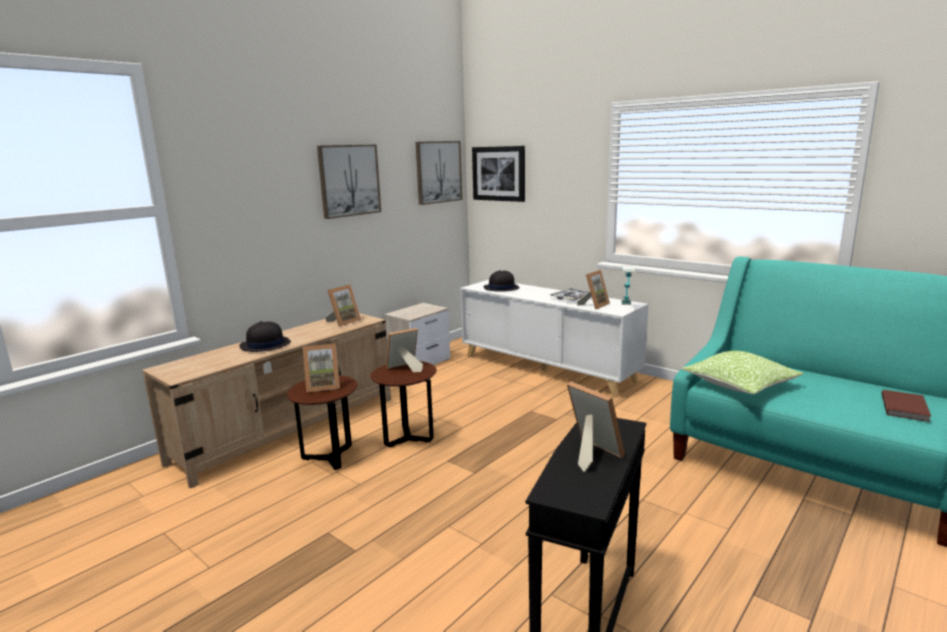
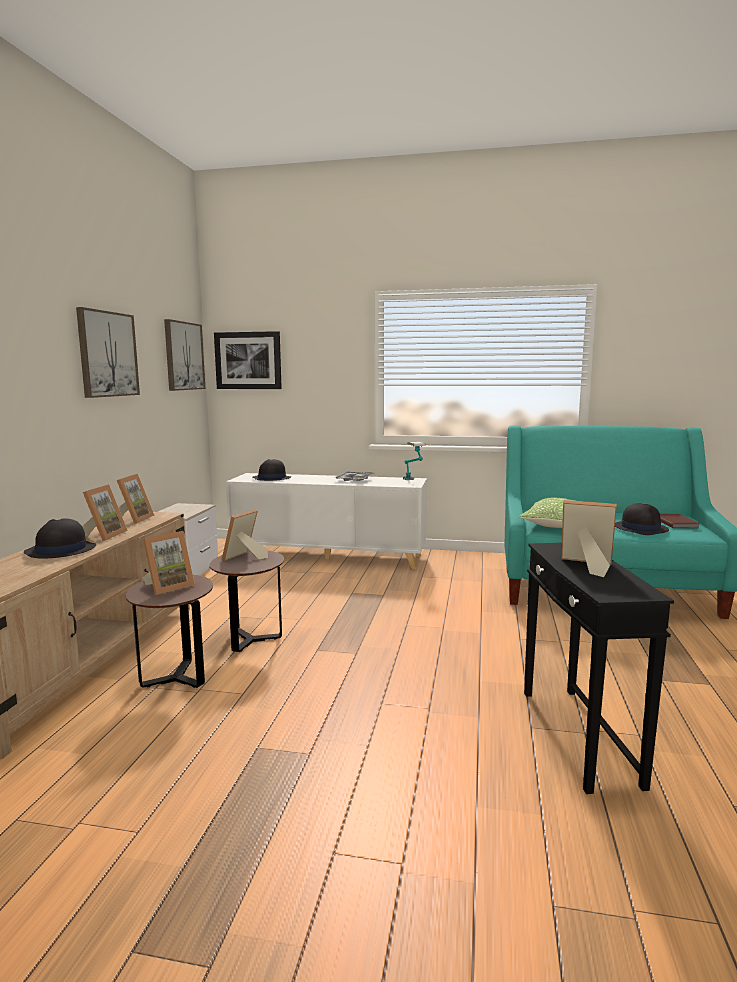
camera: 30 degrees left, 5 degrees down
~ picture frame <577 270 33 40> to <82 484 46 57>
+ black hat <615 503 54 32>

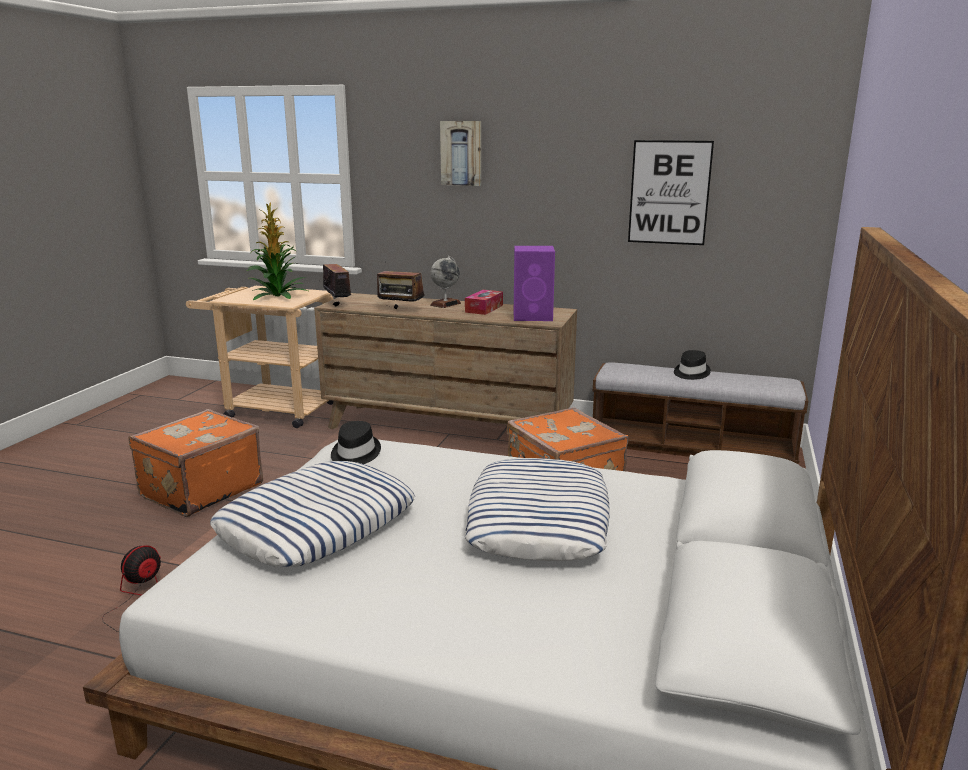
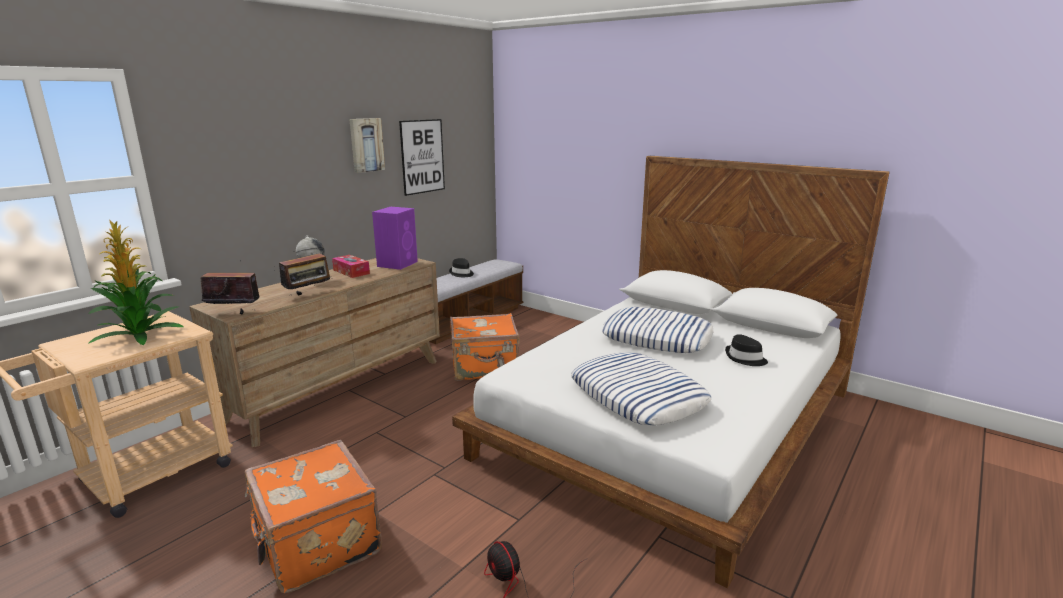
camera: 70 degrees left, 0 degrees up
~ picture <440 121 41 65> to <349 118 36 55>
~ black hat <331 421 50 43> to <725 334 43 32>

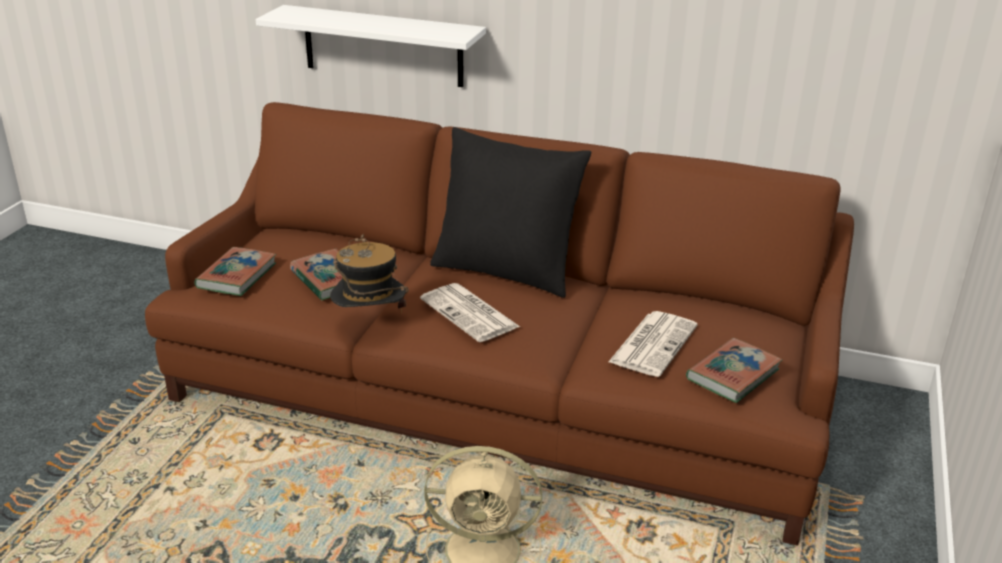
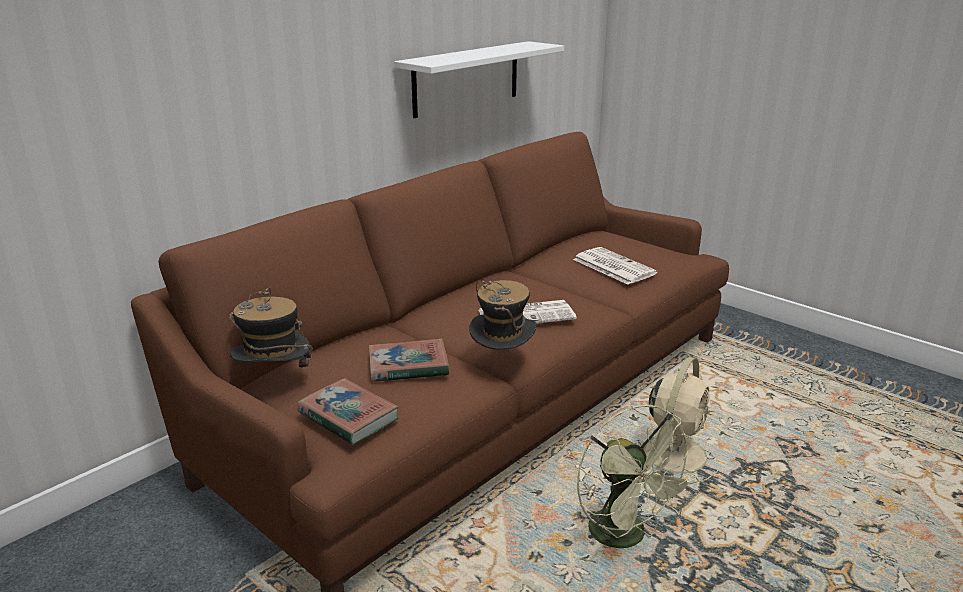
camera: 65 degrees left, 5 degrees down
~ white shelf <256 5 230 82> to <394 41 170 77>
- black pillow <430 127 161 171>
- book <686 338 96 65>
+ hat <229 287 84 85>
+ green fan <577 405 123 155>

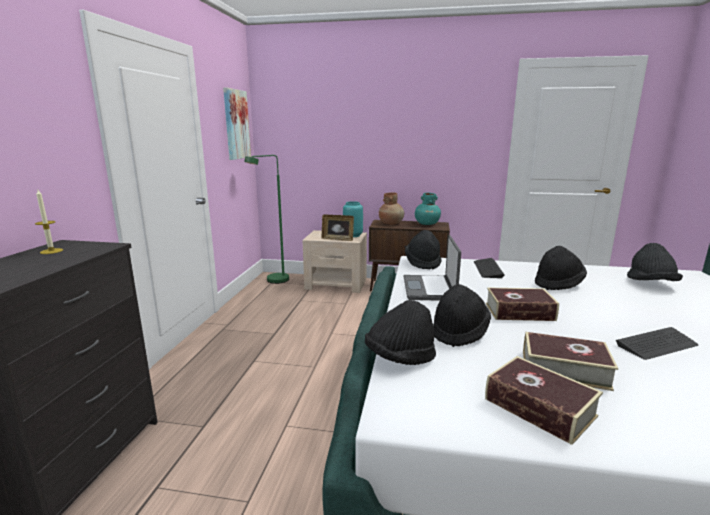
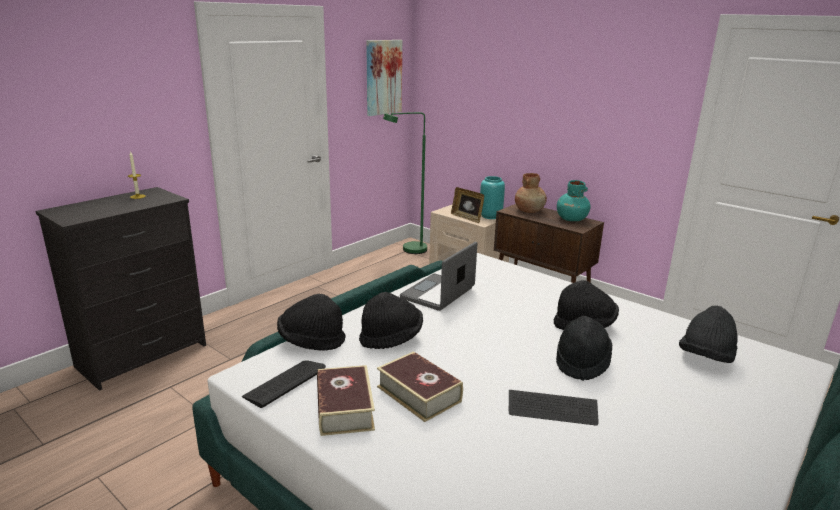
camera: 30 degrees right, 5 degrees up
~ black hat <405 230 37 40> to <556 316 56 65>
~ keyboard <474 258 30 20> to <242 361 84 47>
- book <486 287 73 34>

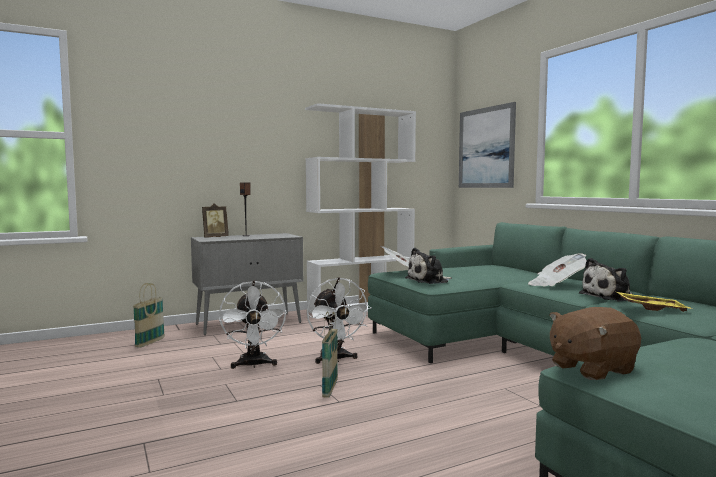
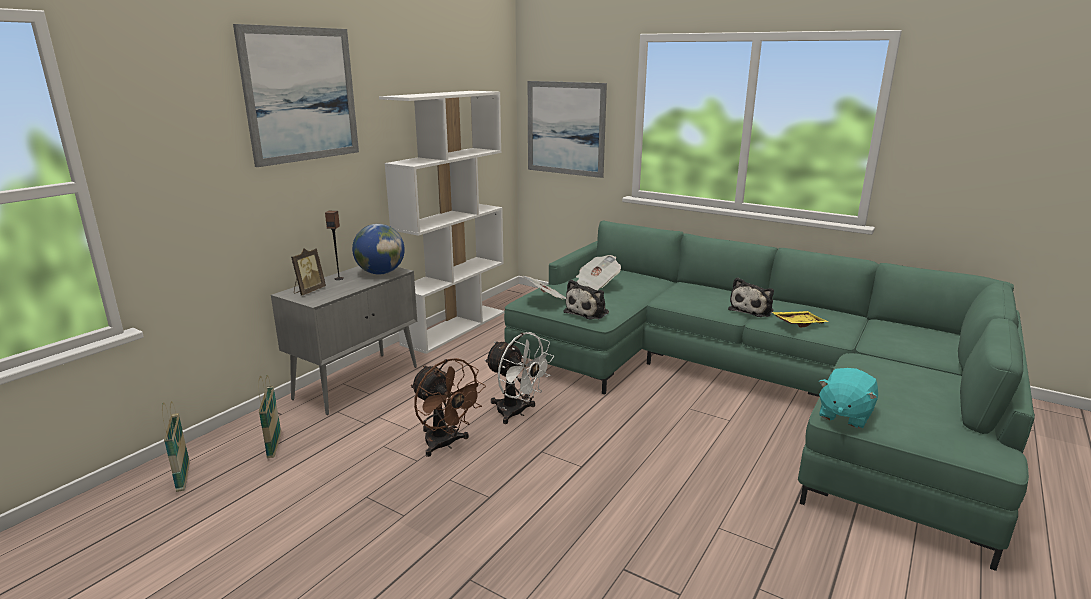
camera: 30 degrees left, 15 degrees up
~ newspaper <528 253 59 33> to <576 255 45 35>
~ white fan <219 281 68 88> to brown fan <411 358 75 99>
~ brown plush toy <549 307 92 73> to turquoise plush toy <818 368 60 60>
~ basket <322 311 16 87> to <162 401 27 91>
+ picture <233 24 126 143>
+ globe <352 224 53 50>

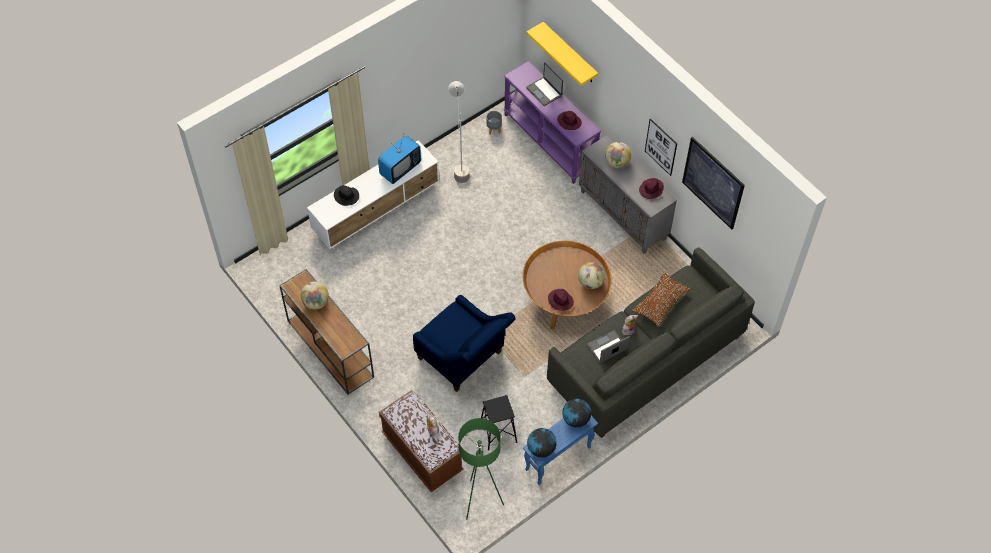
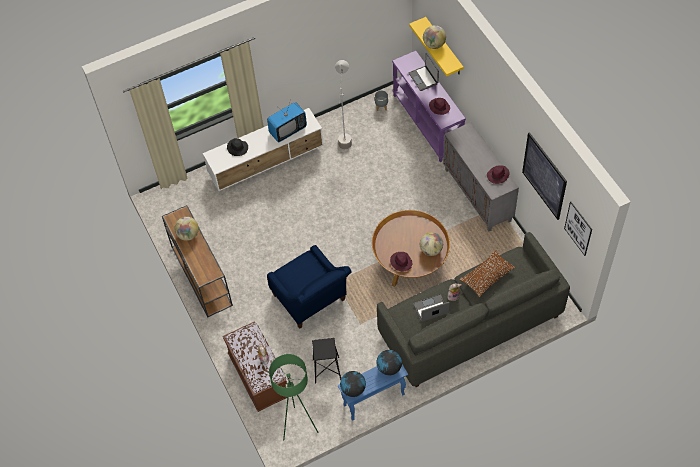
camera: 15 degrees right, 0 degrees up
~ picture <645 118 32 58> to <564 201 28 55>
~ globe <605 142 26 26> to <423 25 23 24>

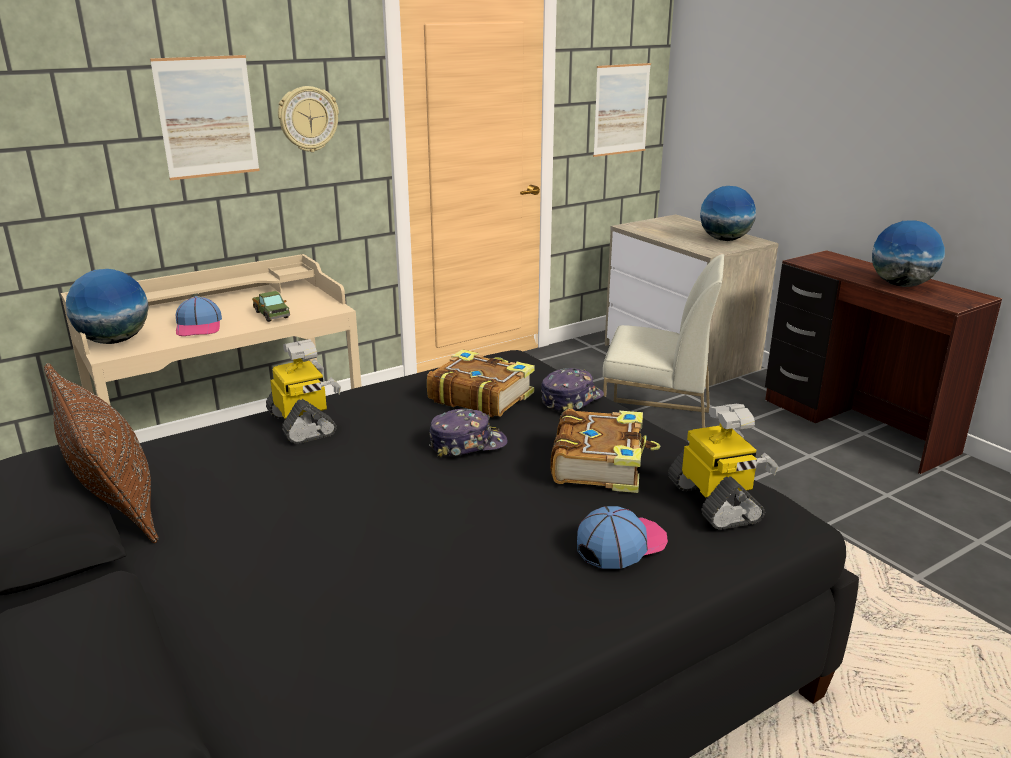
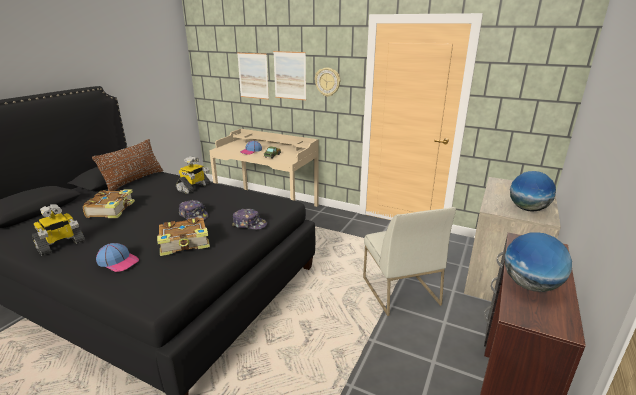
camera: 60 degrees right, 0 degrees up
~ picture <593 63 58 94> to <237 52 32 48>
- globe <66 269 83 75>
~ book <427 349 108 68> to <83 189 52 29>
~ toy robot <668 404 110 126> to <32 204 53 52>

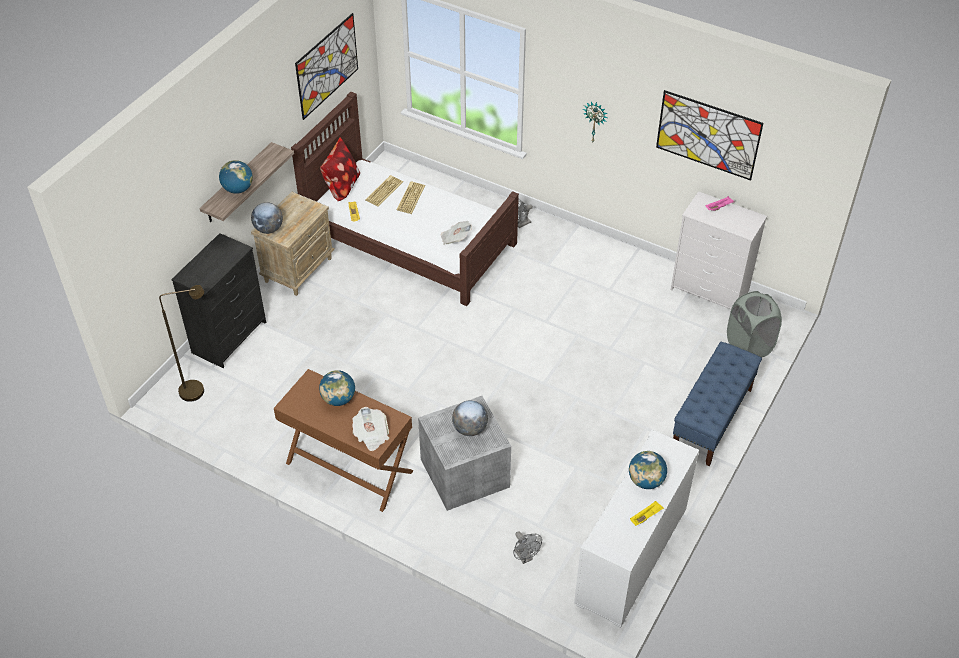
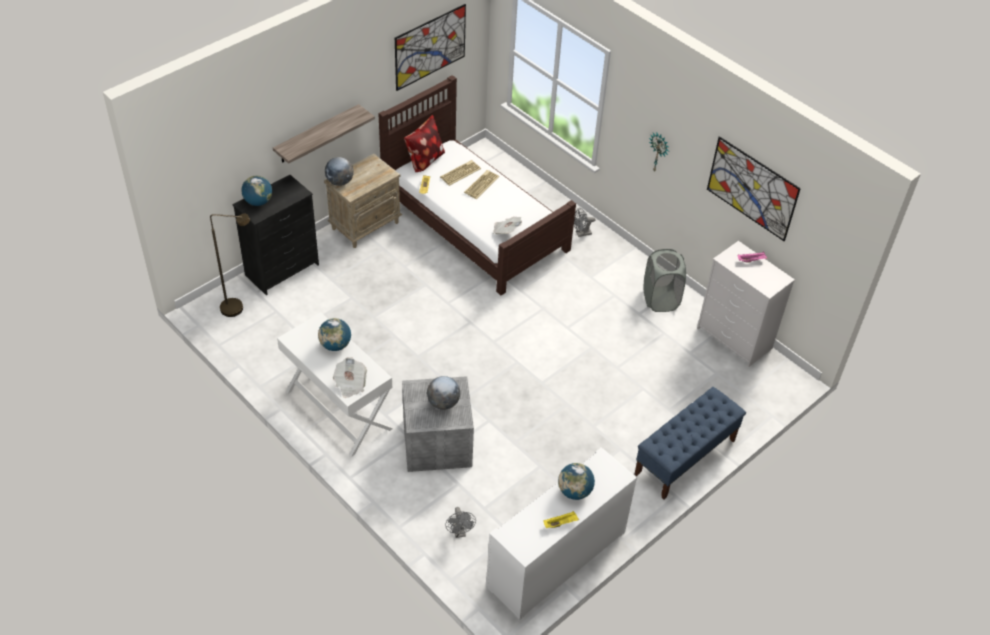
camera: 15 degrees right, 0 degrees up
~ globe <219 160 34 34> to <241 176 31 30>
~ grey laundry basket <727 291 55 67> to <643 249 43 63>
~ brown console table <274 369 139 143> to white console table <277 312 116 145>

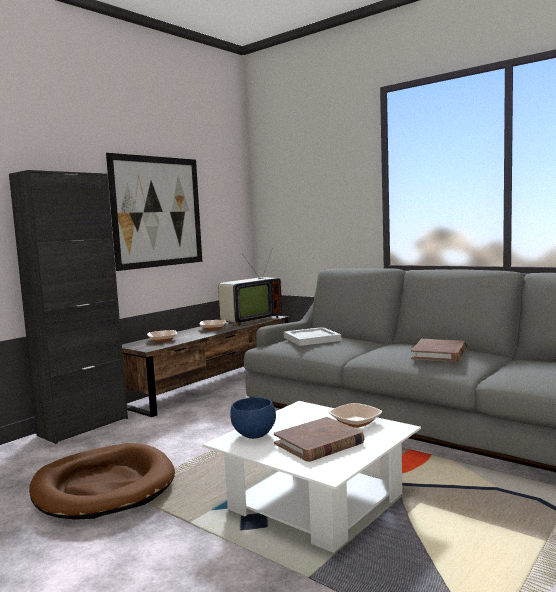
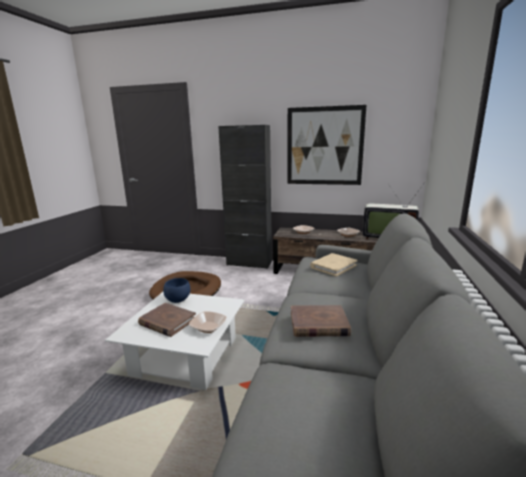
camera: 65 degrees right, 10 degrees up
~ white tray <284 327 57 19> to beige book <310 253 47 24>

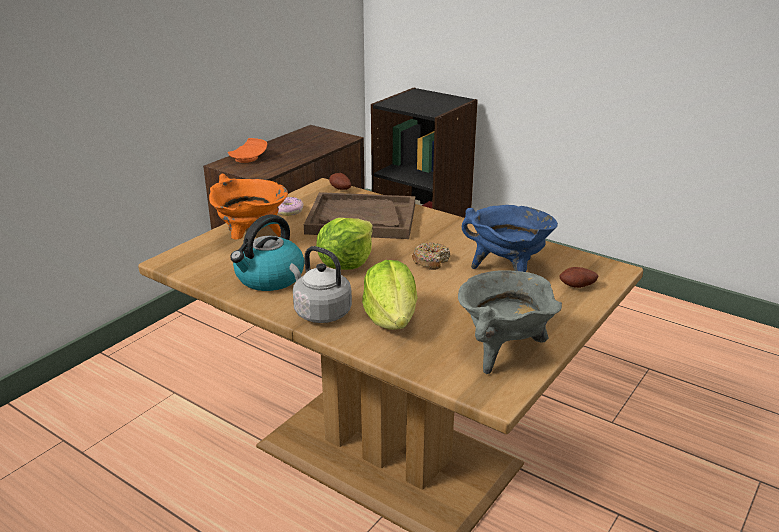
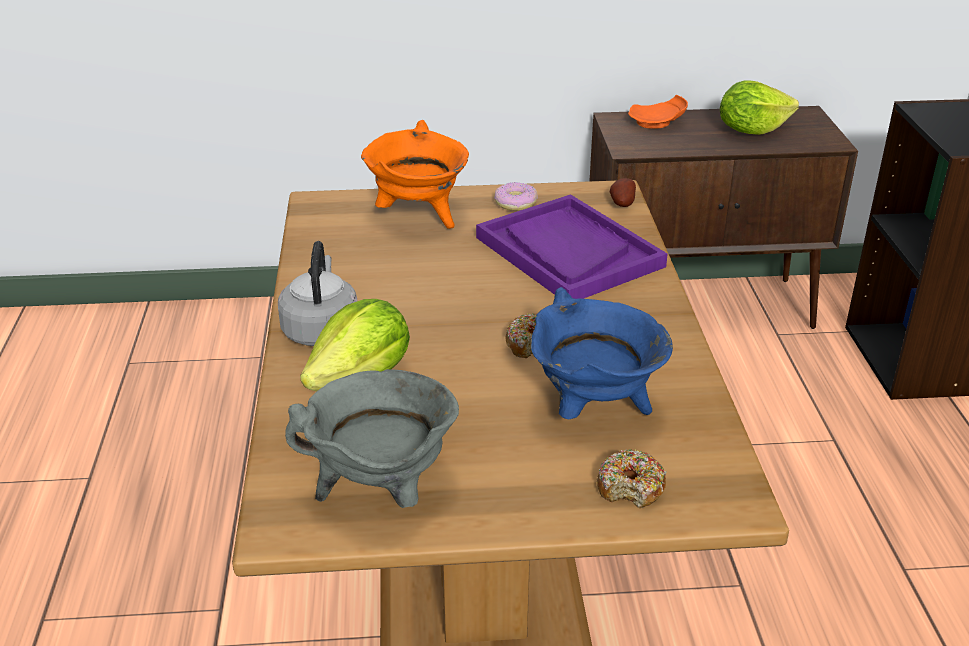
camera: 50 degrees right, 5 degrees up
~ brown tray <304 192 111 47> to purple tray <476 194 192 105>
- kettle <230 214 75 77>
~ lettuce <316 218 57 52> to <720 80 79 55>
~ potato <559 267 39 21> to donut <597 449 69 59>

